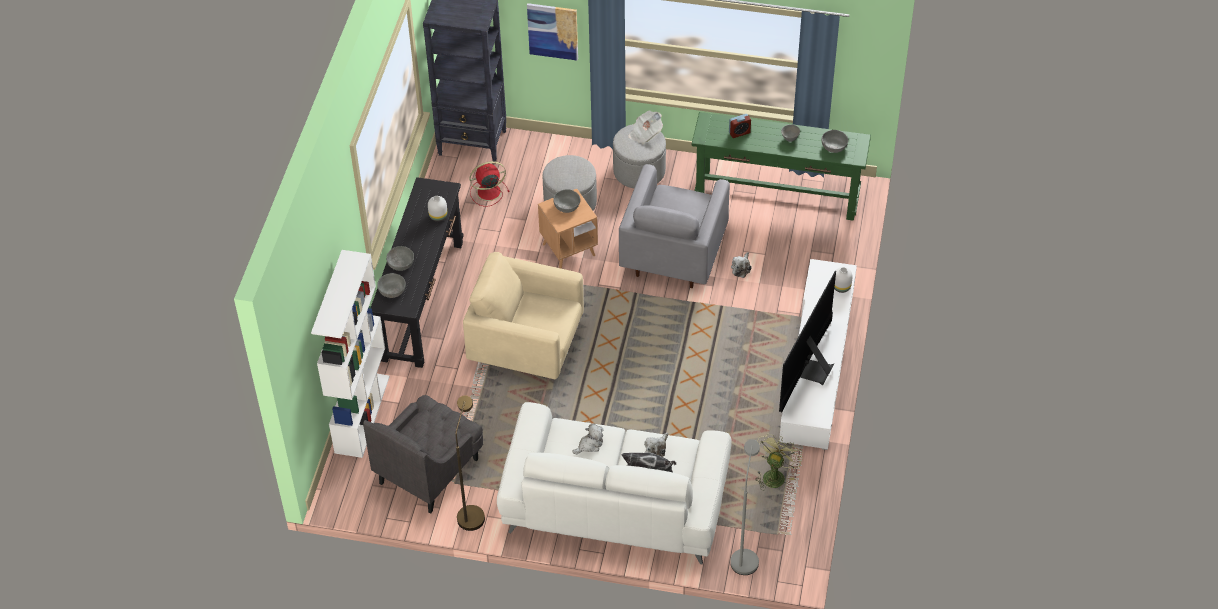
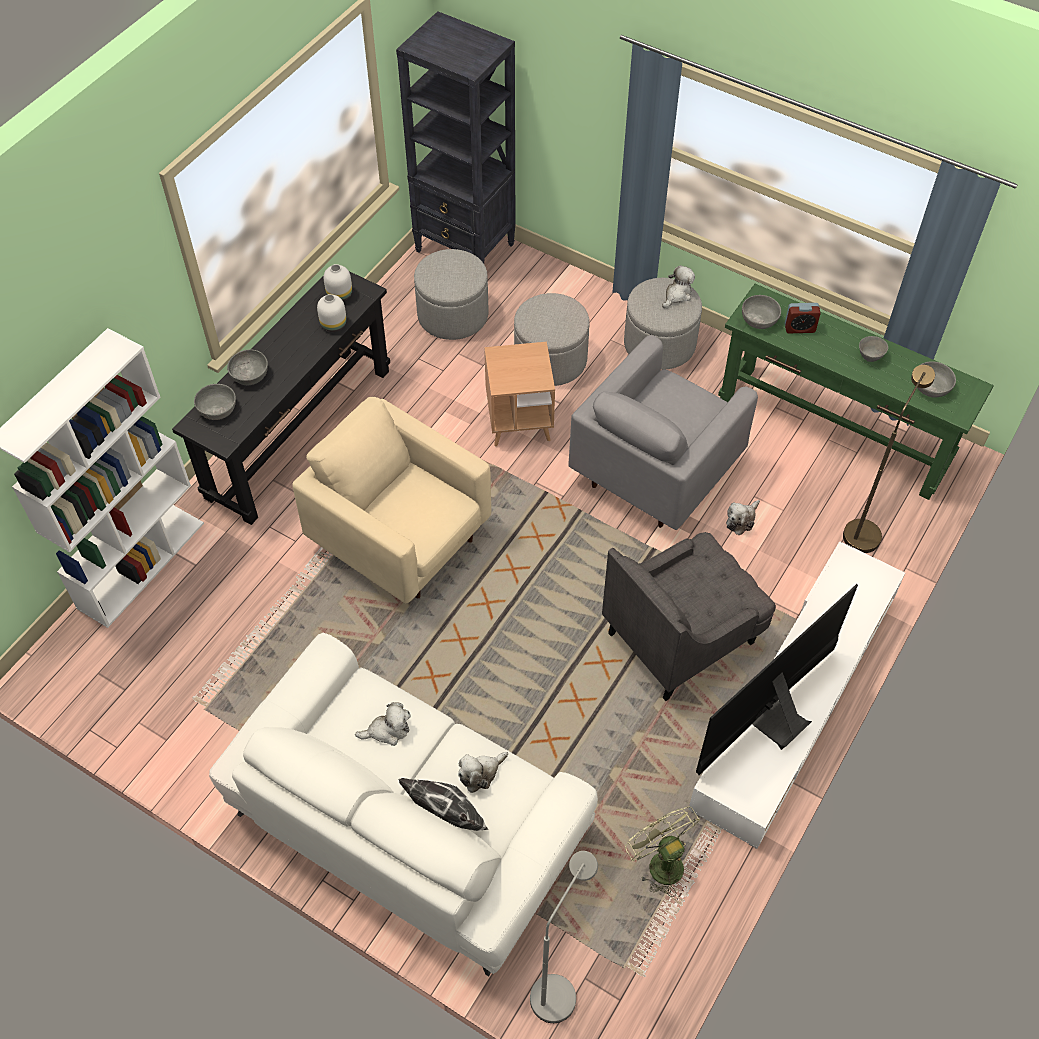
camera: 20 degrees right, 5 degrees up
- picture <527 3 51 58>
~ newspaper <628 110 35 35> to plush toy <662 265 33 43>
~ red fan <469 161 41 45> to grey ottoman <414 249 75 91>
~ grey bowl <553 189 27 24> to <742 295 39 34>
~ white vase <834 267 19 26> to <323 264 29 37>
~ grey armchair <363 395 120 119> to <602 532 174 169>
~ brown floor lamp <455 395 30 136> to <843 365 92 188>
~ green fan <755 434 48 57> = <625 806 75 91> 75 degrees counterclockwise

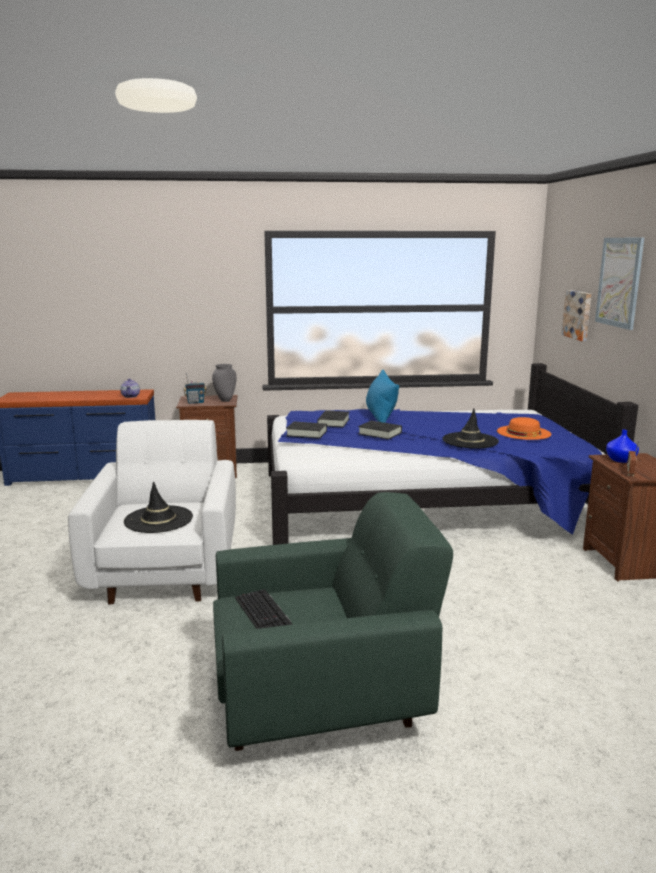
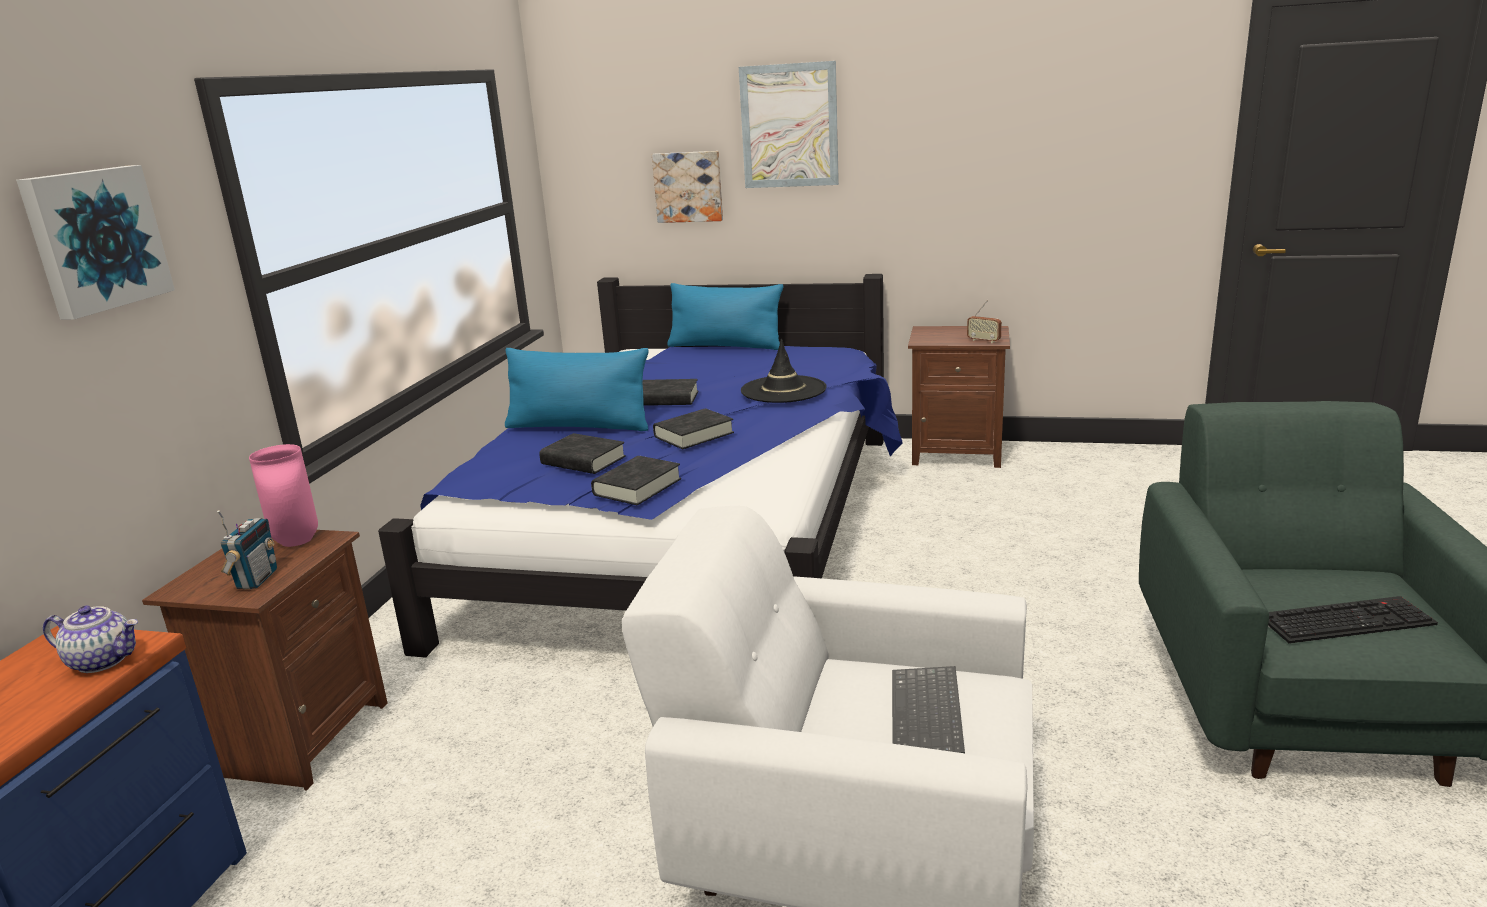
camera: 70 degrees left, 5 degrees up
~ grey vase <212 364 24 38> to pink vase <249 444 69 103>
- orange hat <497 417 54 23>
- blue vase <606 430 33 33>
~ black hat <124 481 69 52> to keyboard <892 666 73 87>
+ picture <16 165 159 155>
+ blue pillow <667 283 116 67>
+ black book <642 379 57 27>

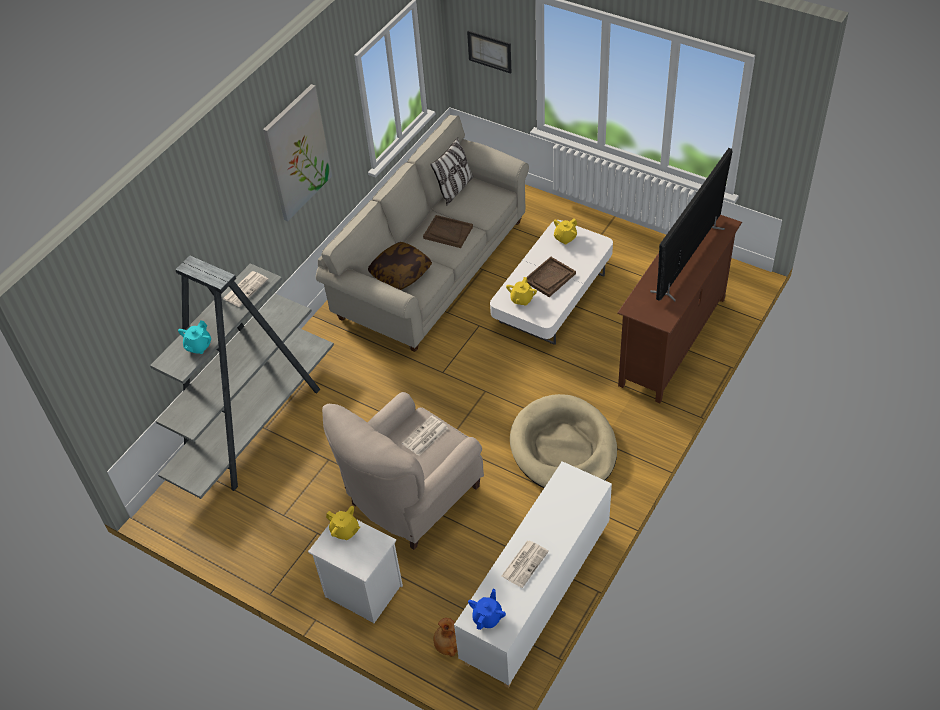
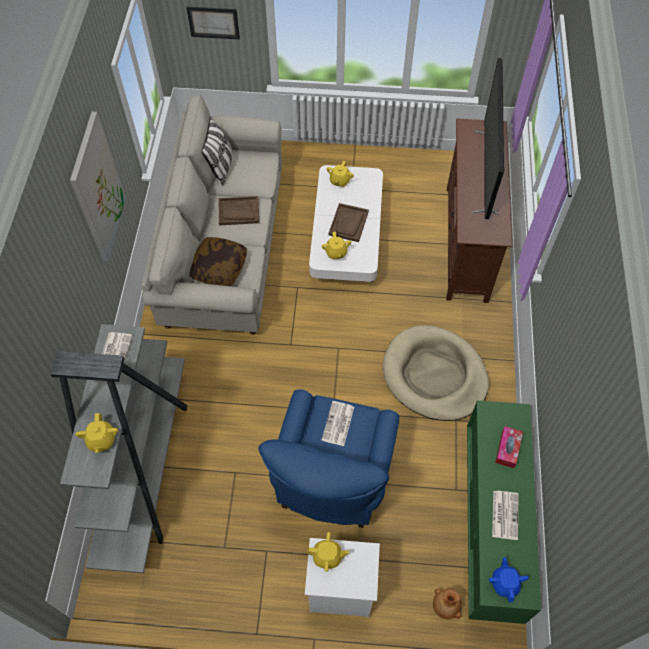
camera: 30 degrees left, 10 degrees up
~ turquoise teapot <178 321 33 33> to yellow teapot <75 413 43 40>
~ beige armchair <322 392 162 158> to blue armchair <258 389 142 139>
~ white cabinet <454 461 158 227> to green cabinet <467 400 74 224>
+ tissue box <495 426 28 42>

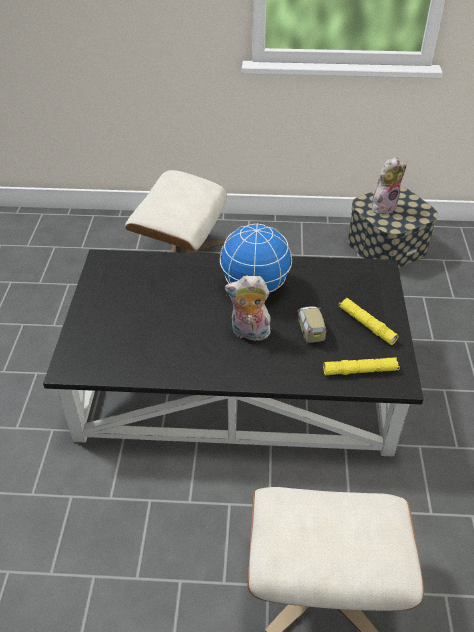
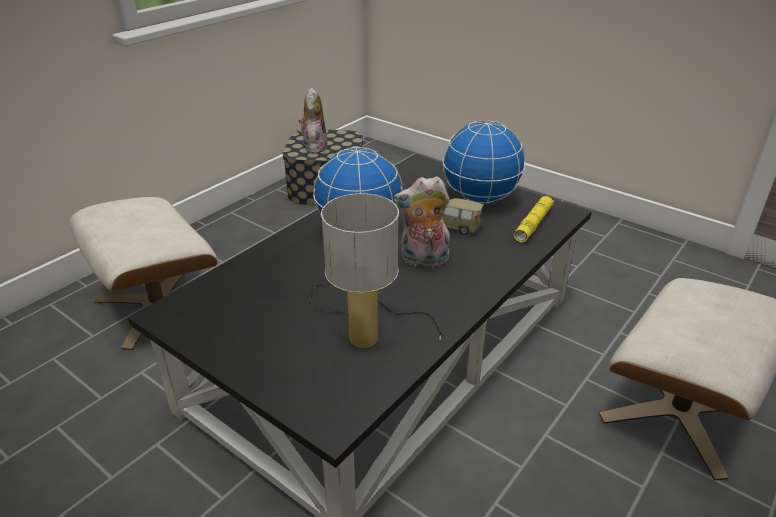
camera: 55 degrees left, 10 degrees down
~ plush toy <225 275 46 66> = <394 176 56 91> 45 degrees clockwise
~ yellow flashlight <338 298 60 47> to globe <443 120 83 84>
+ table lamp <308 193 134 155>

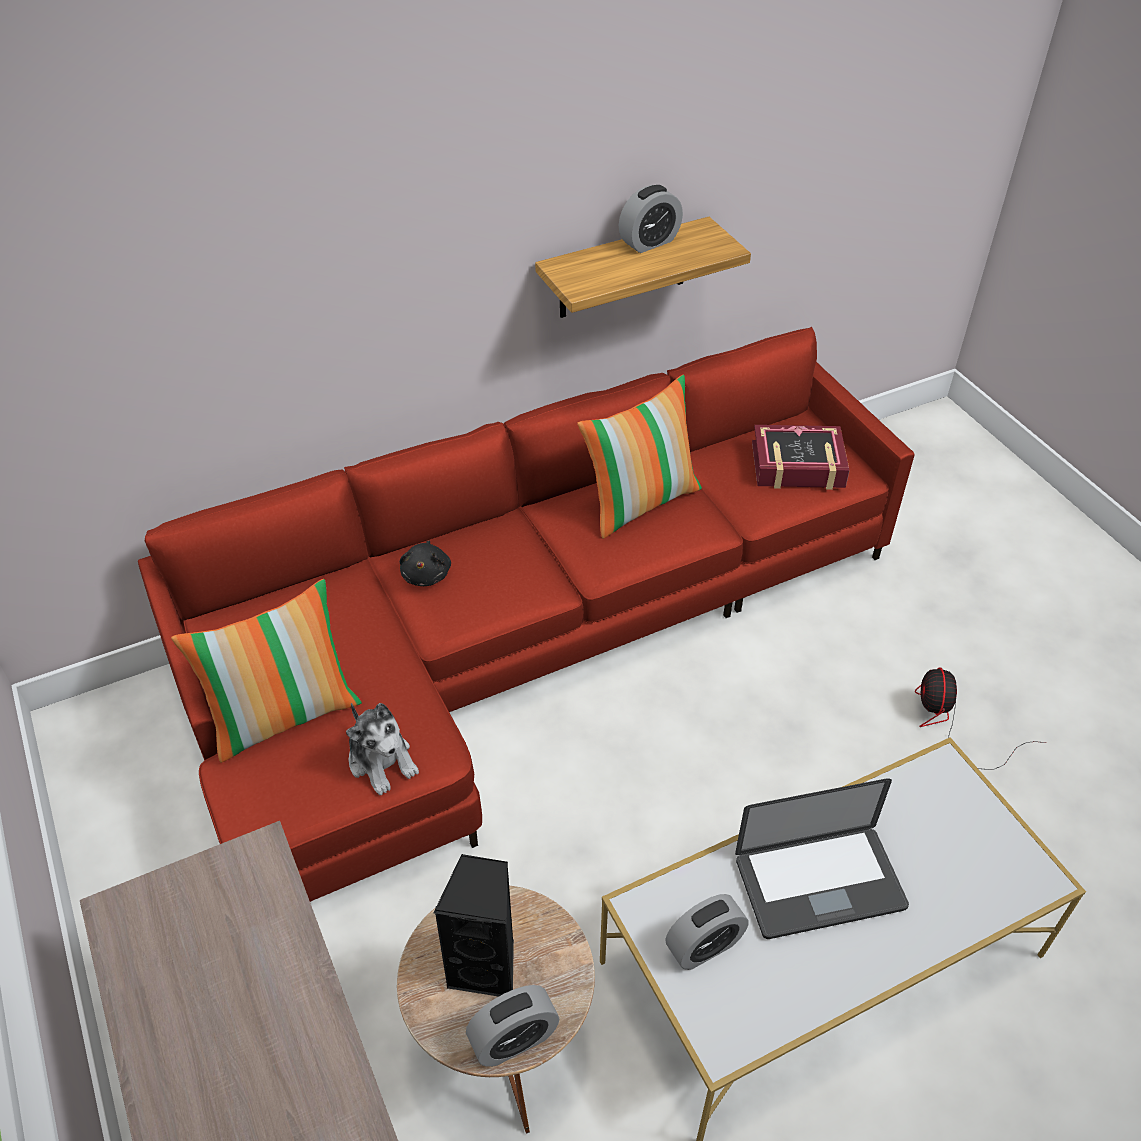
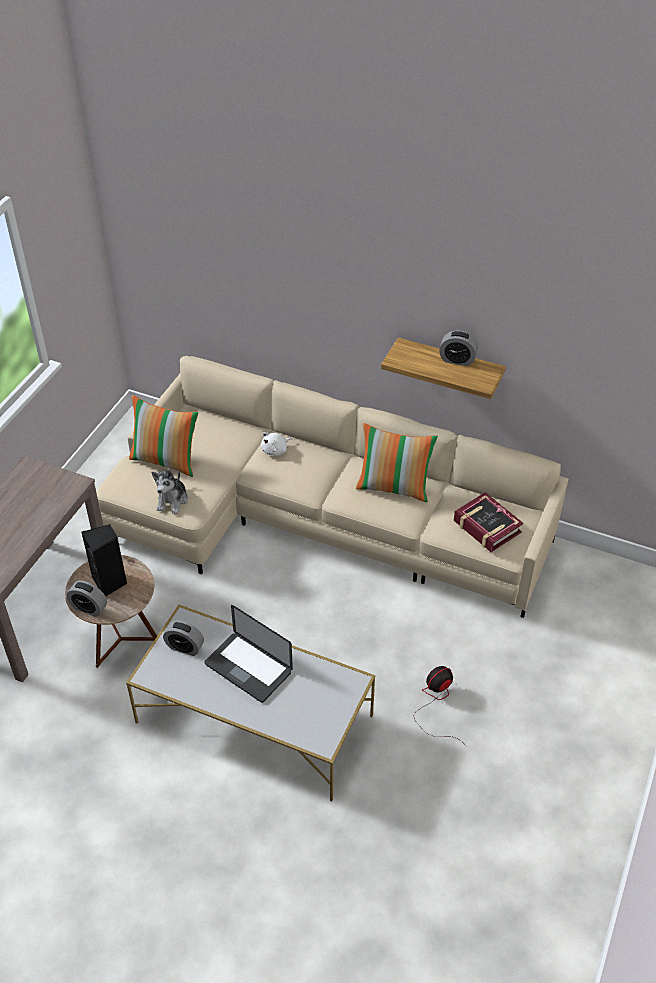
camera: 50 degrees right, 0 degrees up
~ red sofa <138 327 777 575> to beige sofa <96 356 472 262>
~ black plush toy <400 541 51 45> to white plush toy <261 432 32 24>

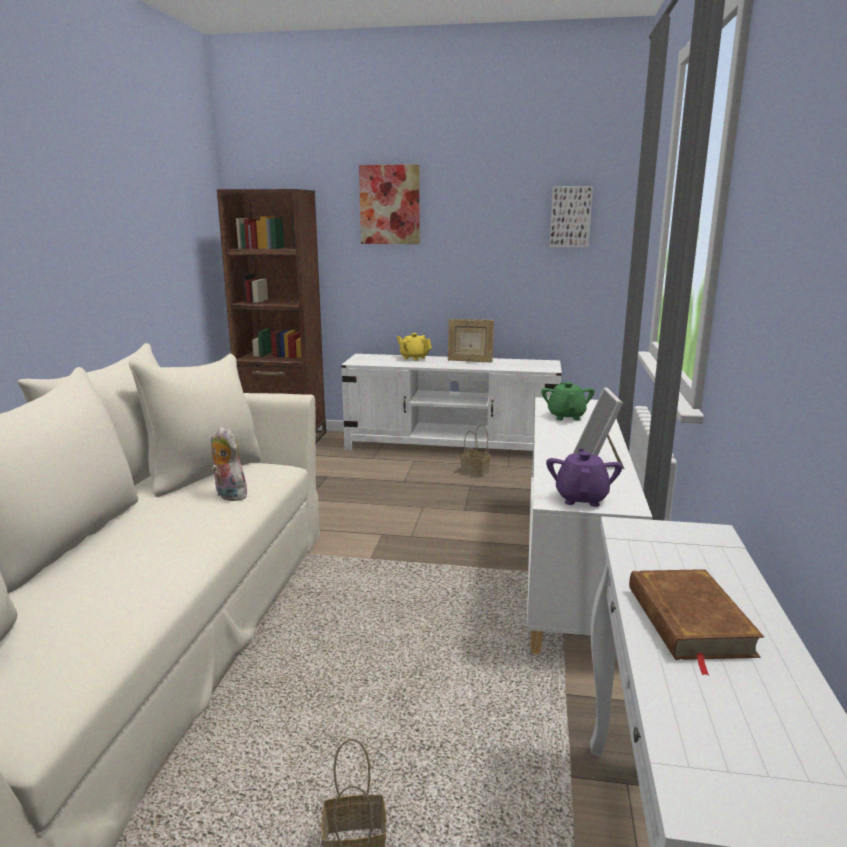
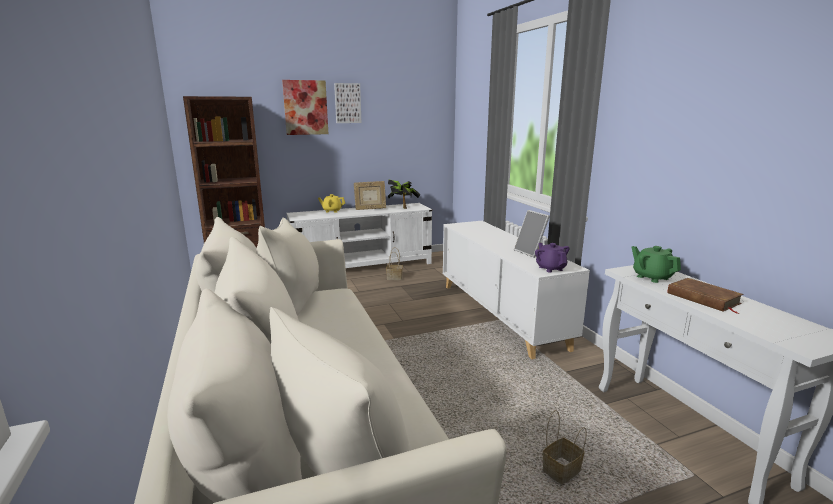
camera: 30 degrees left, 0 degrees up
~ picture <549 186 44 62> to <334 83 28 40>
~ green teapot <541 382 54 38> to <632 246 49 37>
- plush toy <211 427 36 74>
+ potted plant <388 180 33 29>

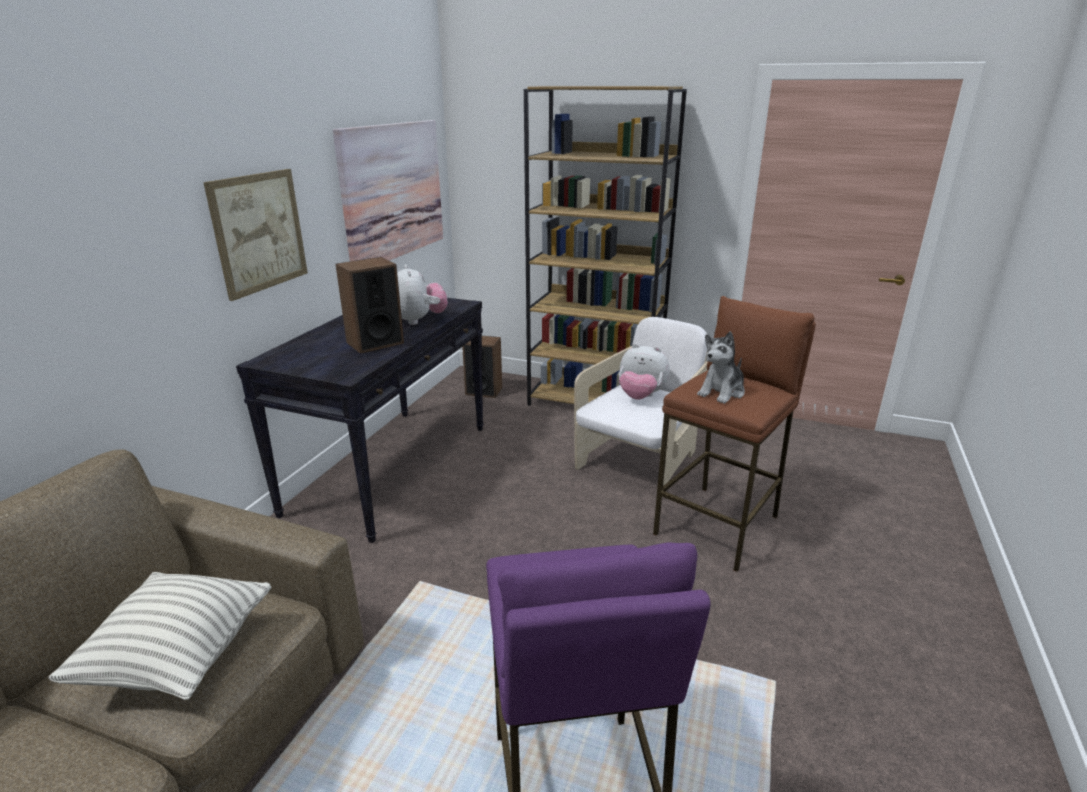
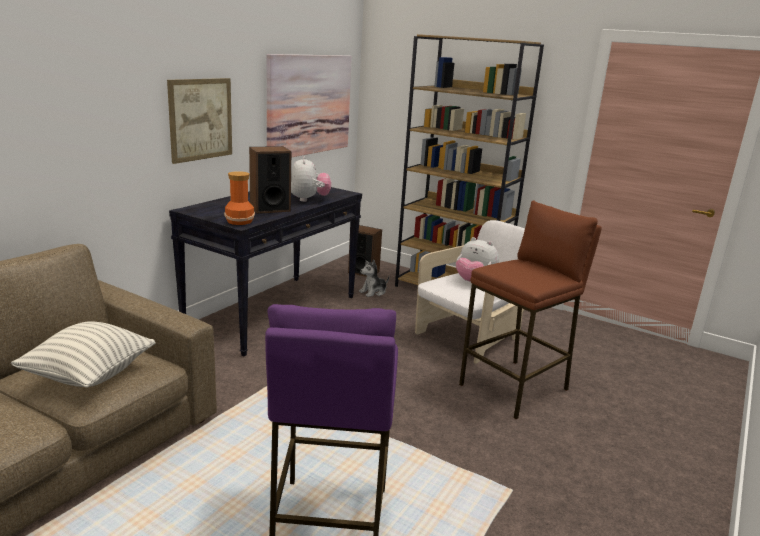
camera: 10 degrees right, 5 degrees down
~ plush toy <697 331 48 73> to <359 260 30 37>
+ vase <224 171 31 54>

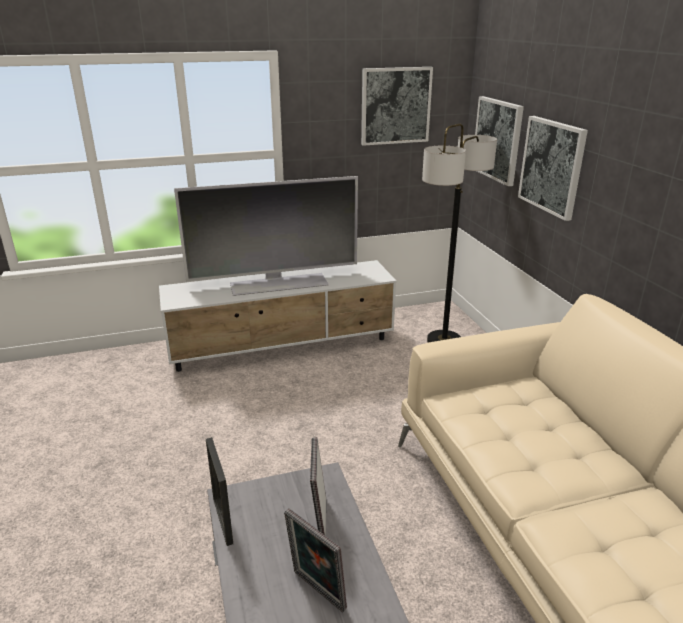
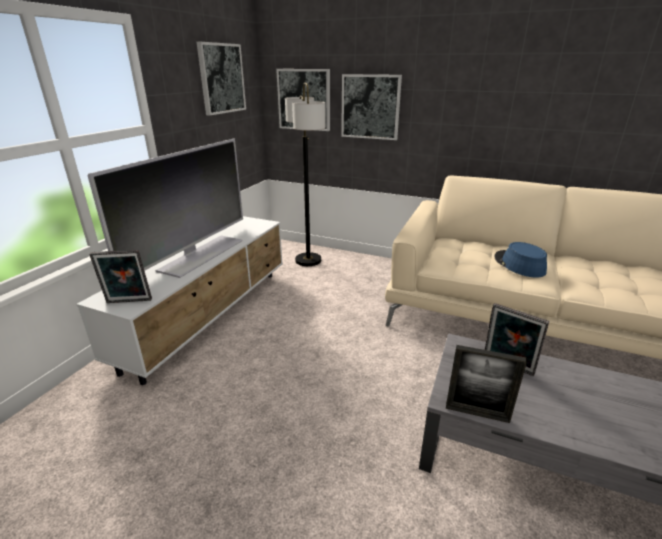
camera: 50 degrees left, 0 degrees up
~ picture frame <284 508 63 104> to <89 250 63 53>
+ blue hat <494 242 53 36>

